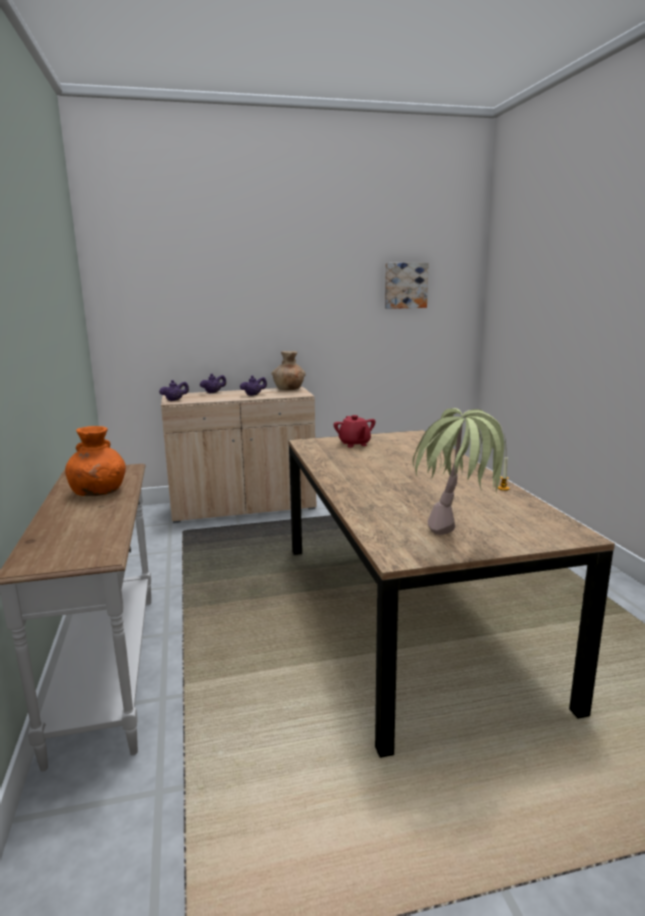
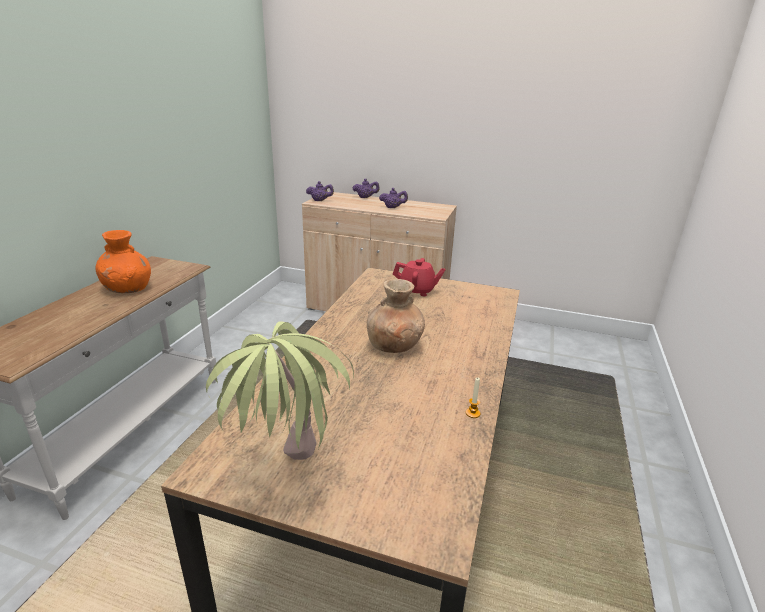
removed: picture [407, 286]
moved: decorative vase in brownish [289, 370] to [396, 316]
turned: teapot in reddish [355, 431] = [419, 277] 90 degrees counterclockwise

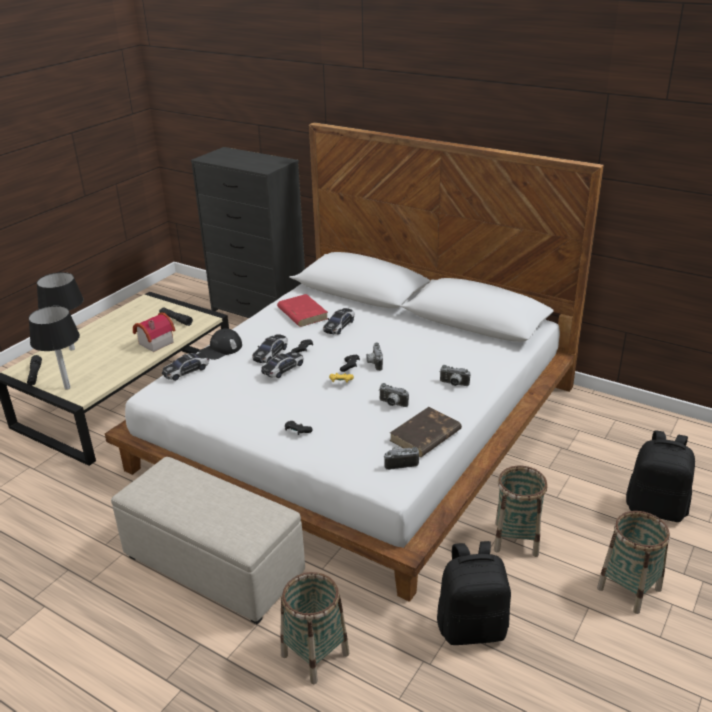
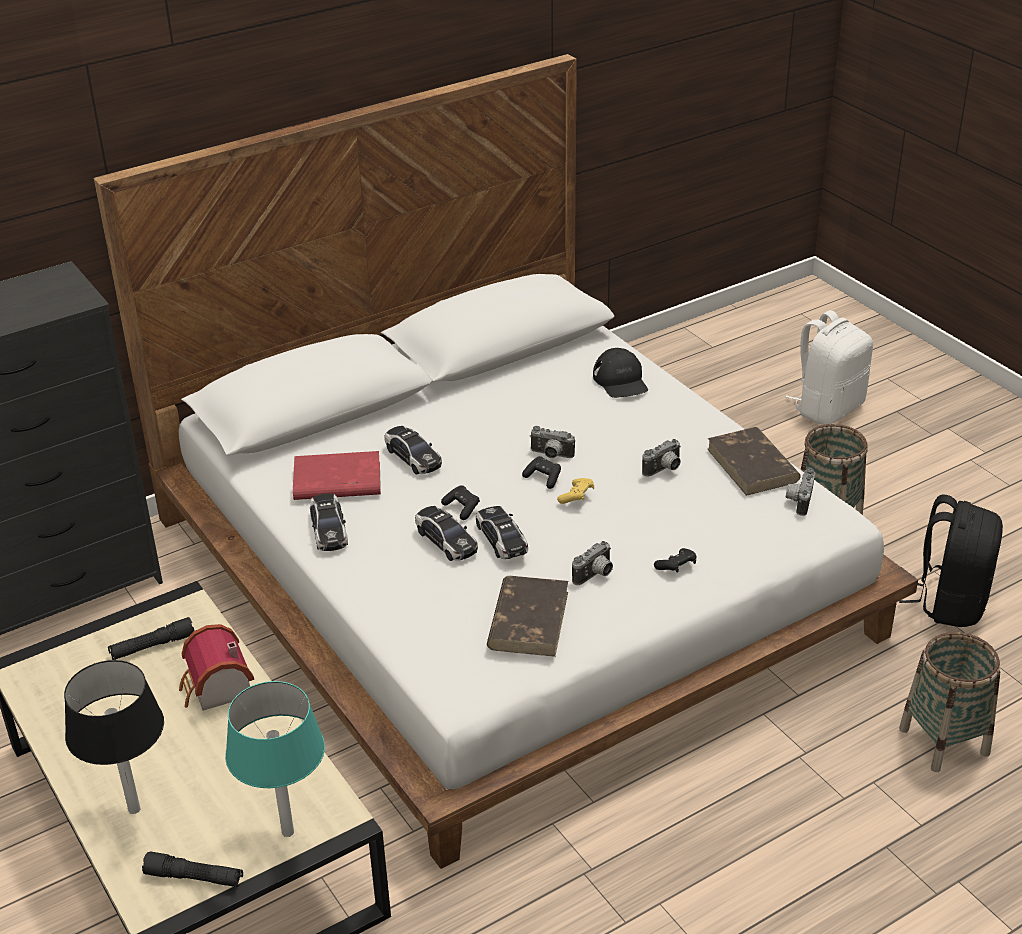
removed: pouffe in sand-coloured [208, 541]; storage basket [633, 562]
added: book in brownish [527, 616]
moved: miniature car [185, 367] to [329, 522]; still camera [455, 375] to [592, 563]; peaked cap in black [220, 344] to [620, 373]
recoloured: table lamp in black [54, 348] to table lamp in turquoise [275, 759]; rucksack in black [660, 476] to rucksack in whitish [829, 367]

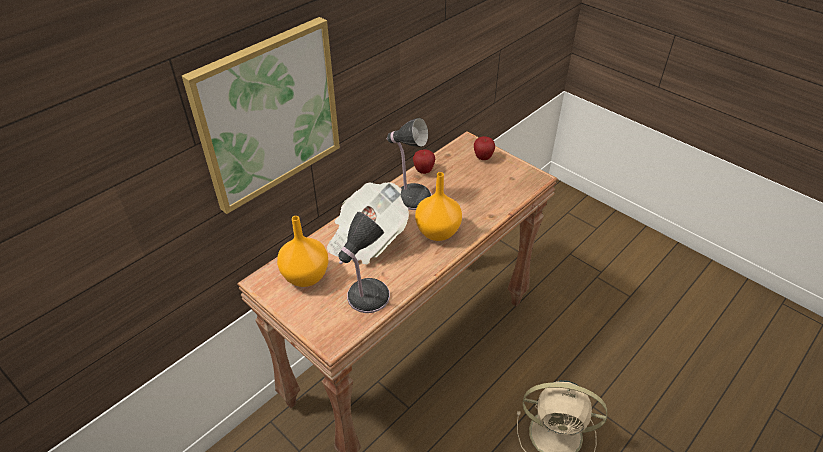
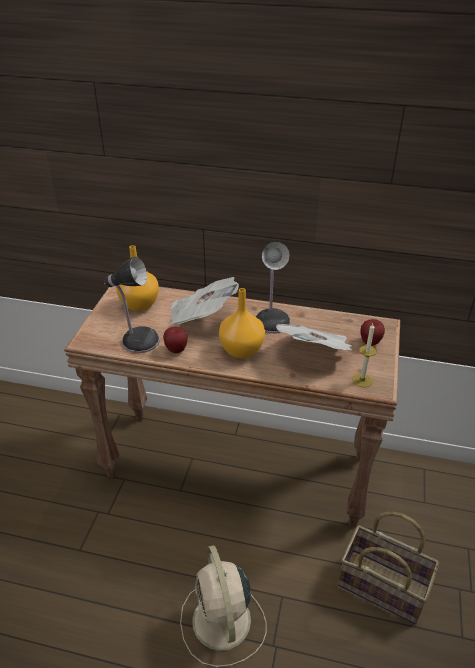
removed: picture [261, 115]
added: newspaper [314, 337]; storage basket [388, 568]; wax candle [365, 355]
moved: apple [424, 161] to [175, 340]

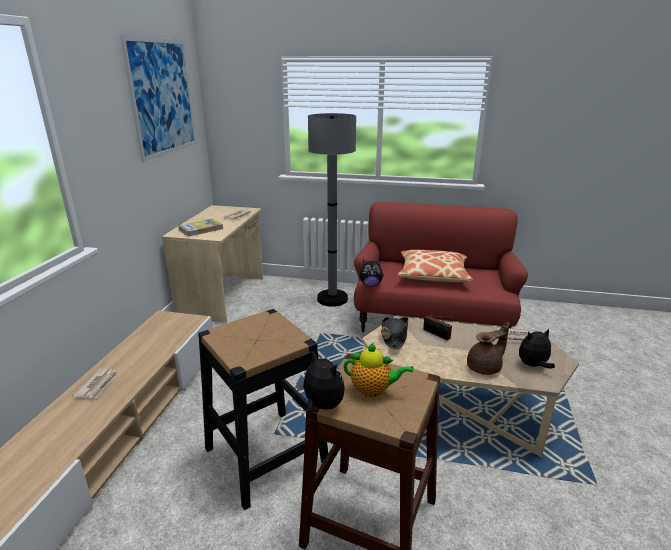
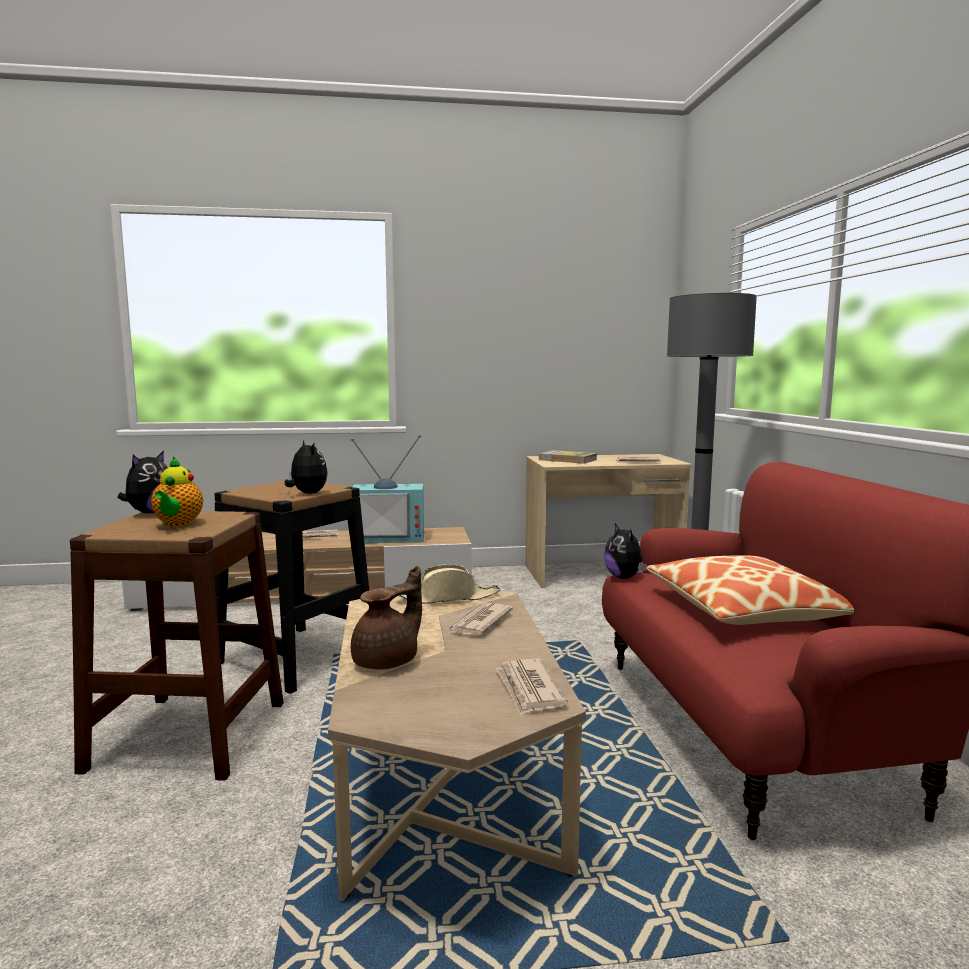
removed: picture [158, 98]
added: TV [387, 488]
moved: cuddly toy [537, 349] to [306, 467]
replaced: radio receiver [439, 327] to newspaper [480, 619]
recoloured: clothing hat in black [394, 333] to clothing hat in sand-coloured [449, 584]
turned: teapot in brownish [488, 348] = [386, 618] 90 degrees counterclockwise

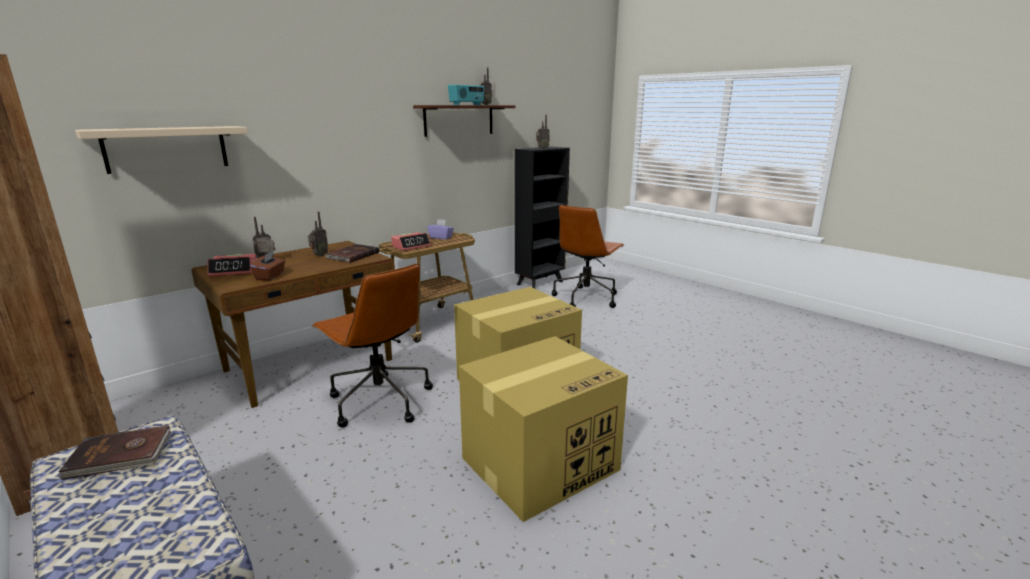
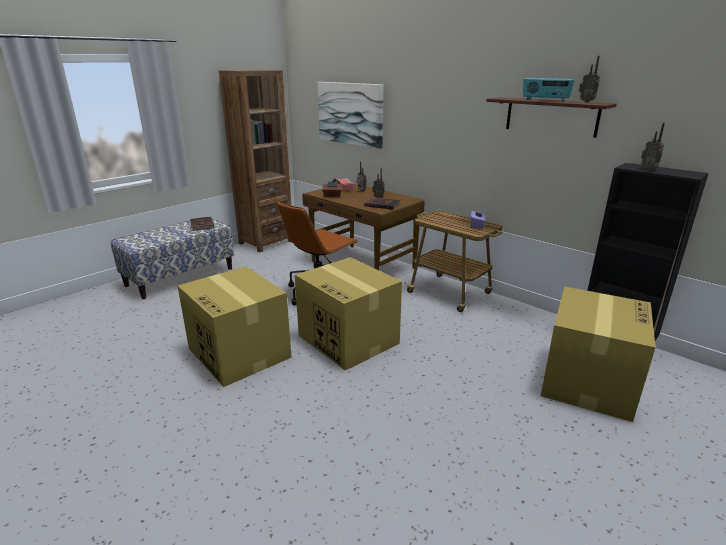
removed: bedside clock [411, 241]
replaced: shelf in sand-coloured [161, 150] to picture [350, 115]; desk chair in brownish [588, 256] to cardboard box [598, 354]

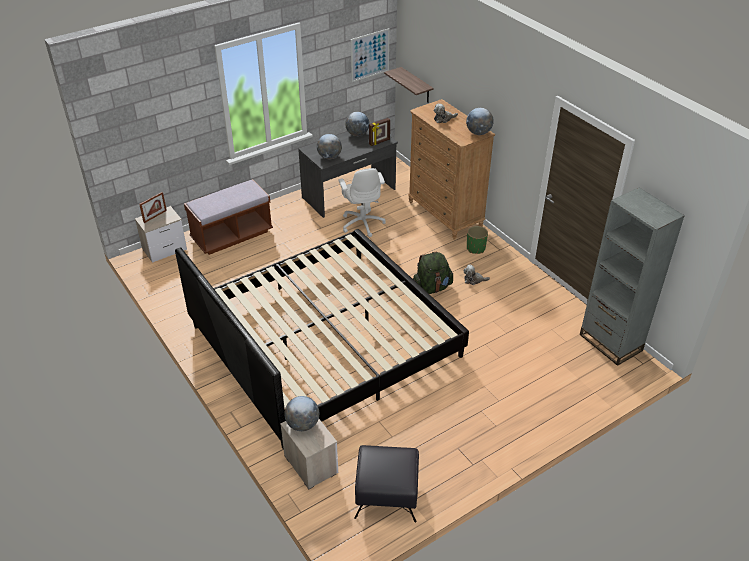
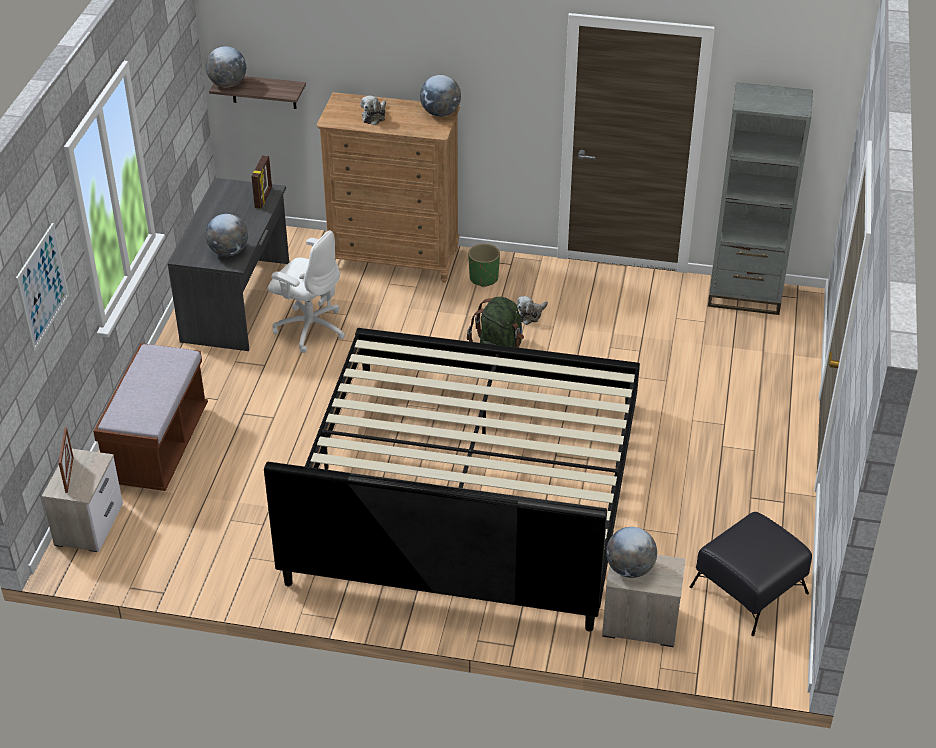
moved: picture [370, 55] to [42, 287]; world globe [357, 124] to [226, 66]

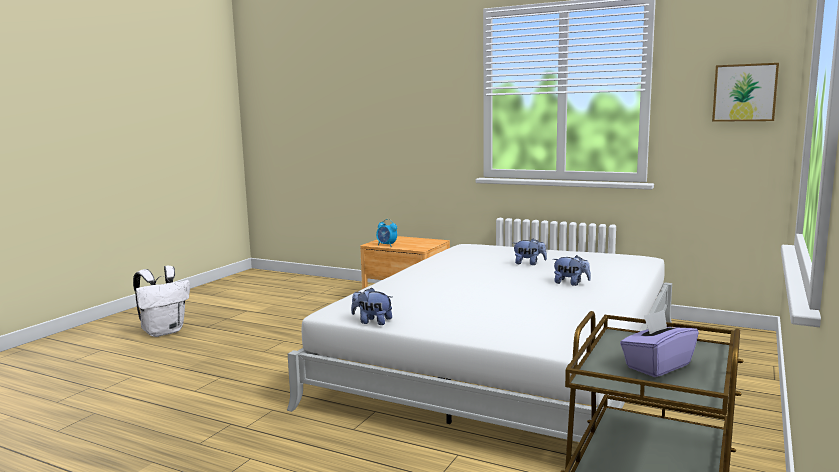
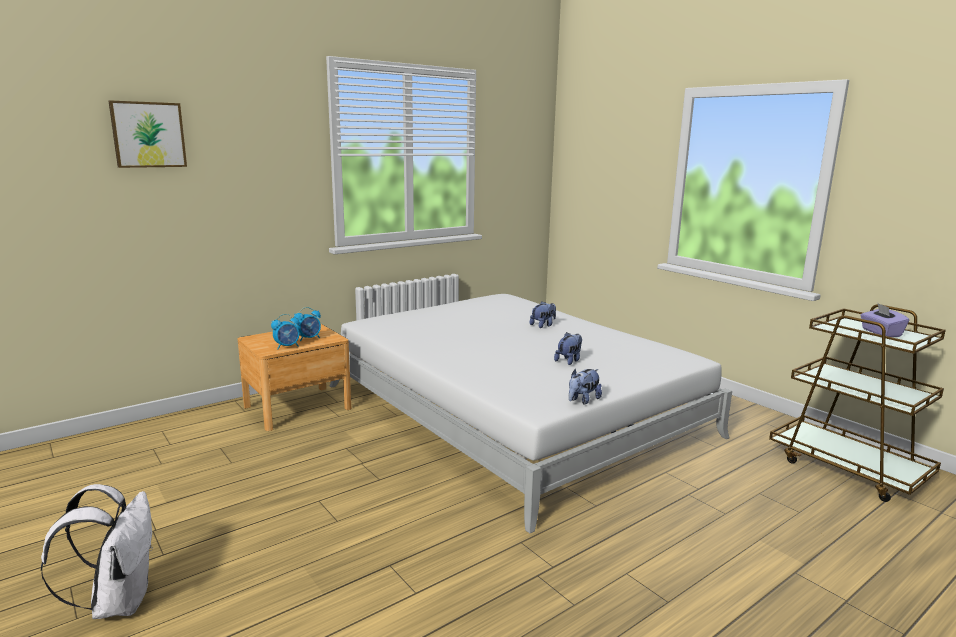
added: bedside clock [307, 324]
moved: picture [745, 92] to [148, 134]; cuddly toy [530, 252] to [568, 348]

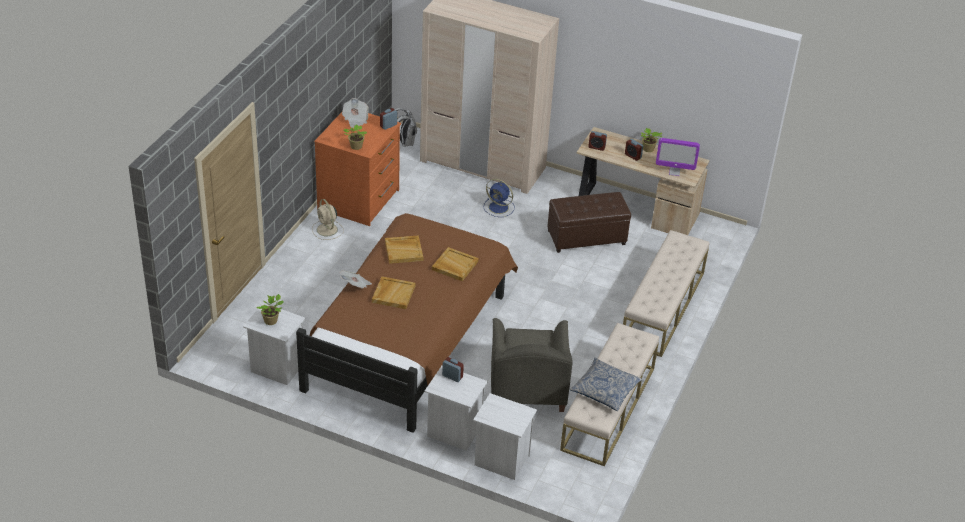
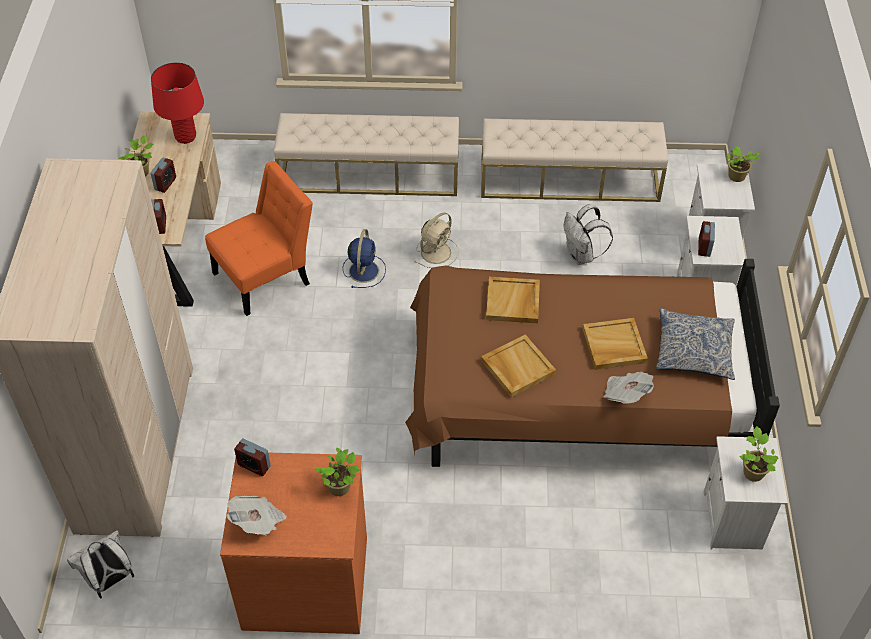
added: plant in a pot [743, 164]
moved: cooling fan in blue [499, 198] to [364, 258]; cooling fan in sand-coloured [328, 219] to [437, 240]; throw pillow [606, 384] to [695, 344]
replaced: monitor [678, 157] to table lamp in reddish [177, 103]; pouffe in brownish [589, 222] to chair in orangey [259, 238]; easy chair in grey [532, 365] to rucksack in whitish [588, 234]

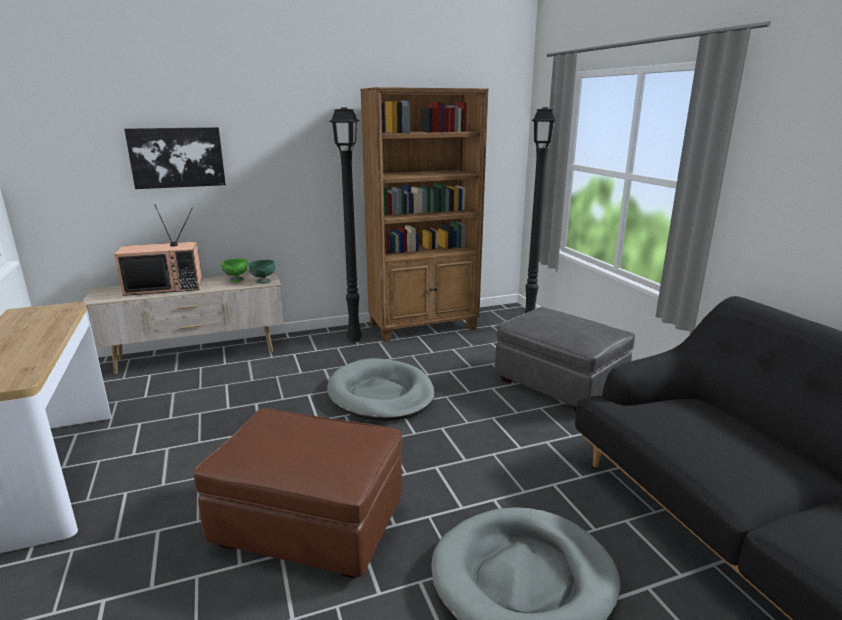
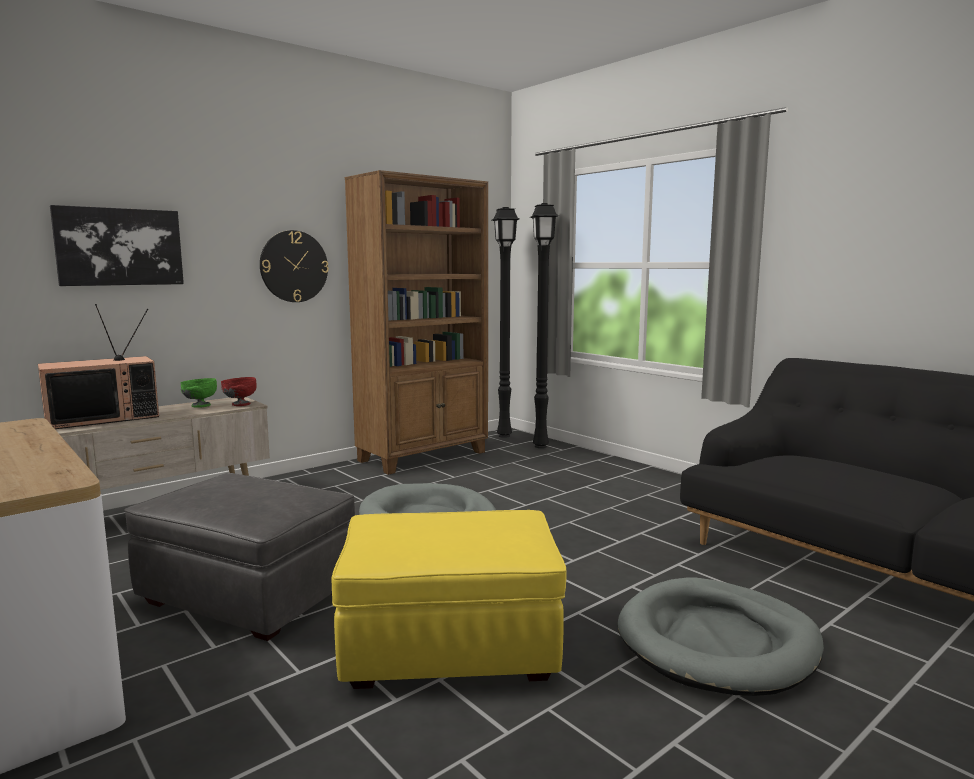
added: clock on the wall [294, 266]
moved: pouffe in grey [565, 359] to [239, 557]; floor lamp in black [345, 224] to [506, 322]
recoloured: deep dish in green-coloured [261, 272] to deep dish in reddish [239, 391]; pouffe in brownish [297, 493] to pouffe in yellowish [449, 599]

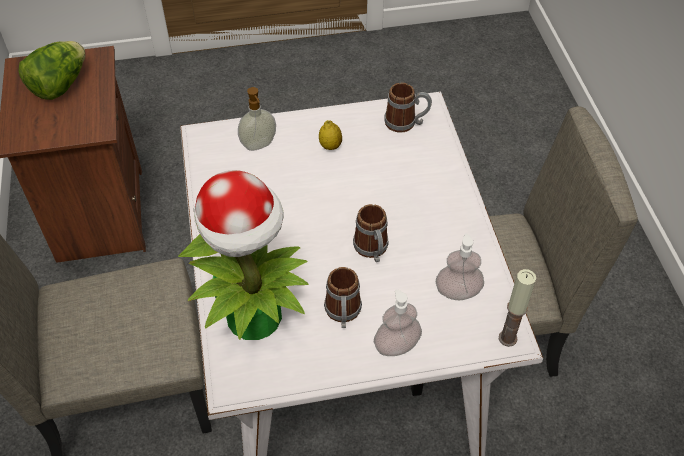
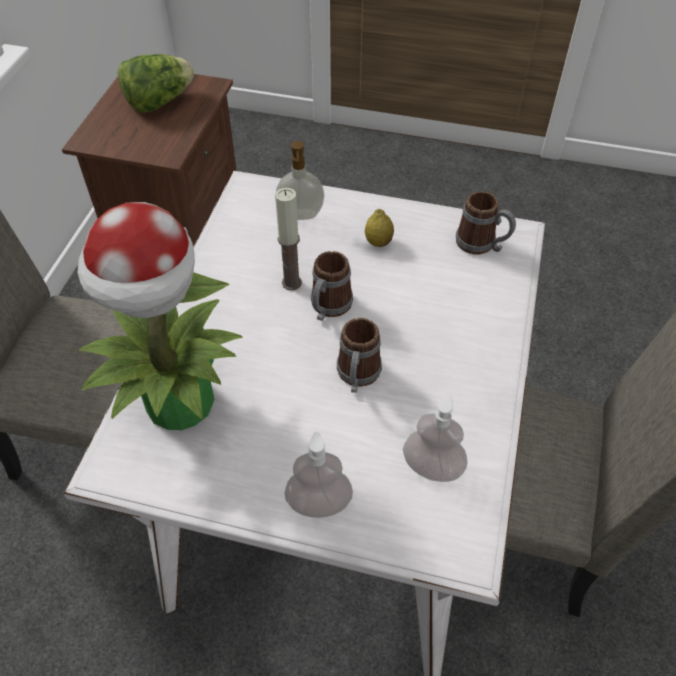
moved: wax candle [517, 308] to [288, 239]; mug [343, 297] to [332, 286]

